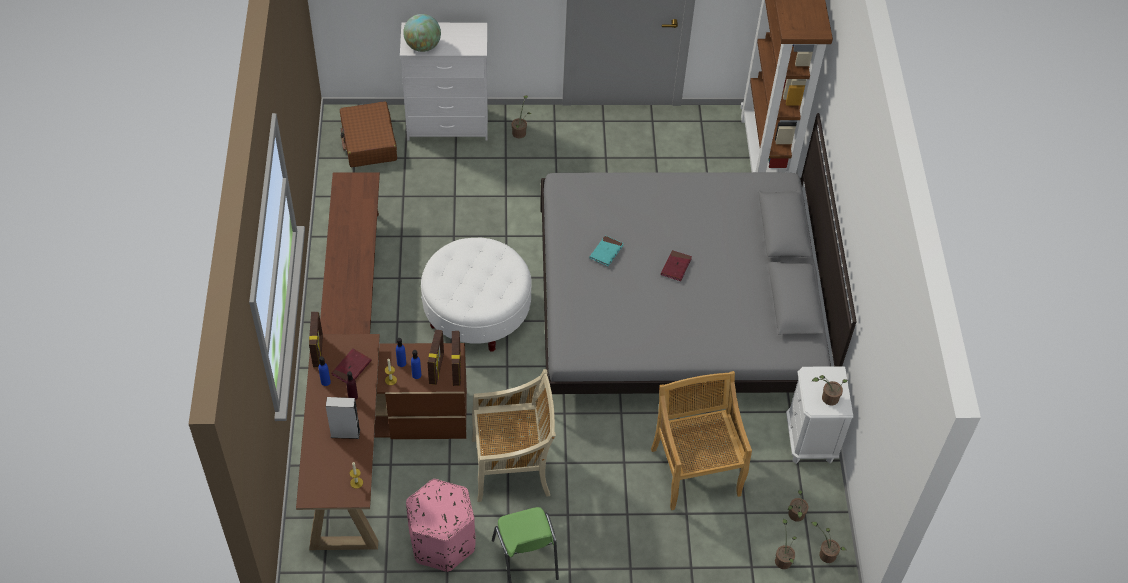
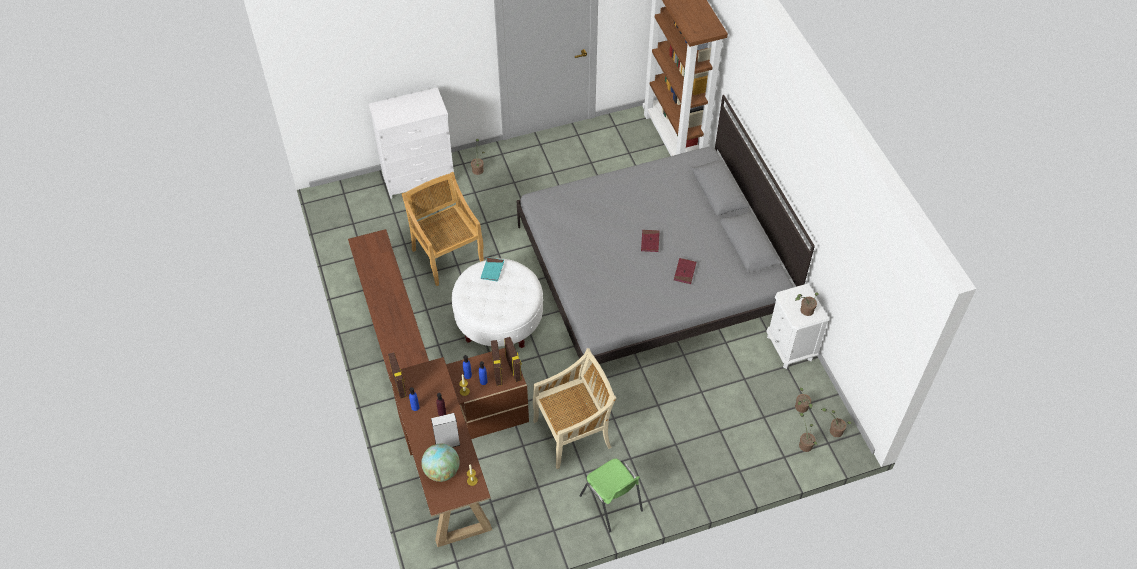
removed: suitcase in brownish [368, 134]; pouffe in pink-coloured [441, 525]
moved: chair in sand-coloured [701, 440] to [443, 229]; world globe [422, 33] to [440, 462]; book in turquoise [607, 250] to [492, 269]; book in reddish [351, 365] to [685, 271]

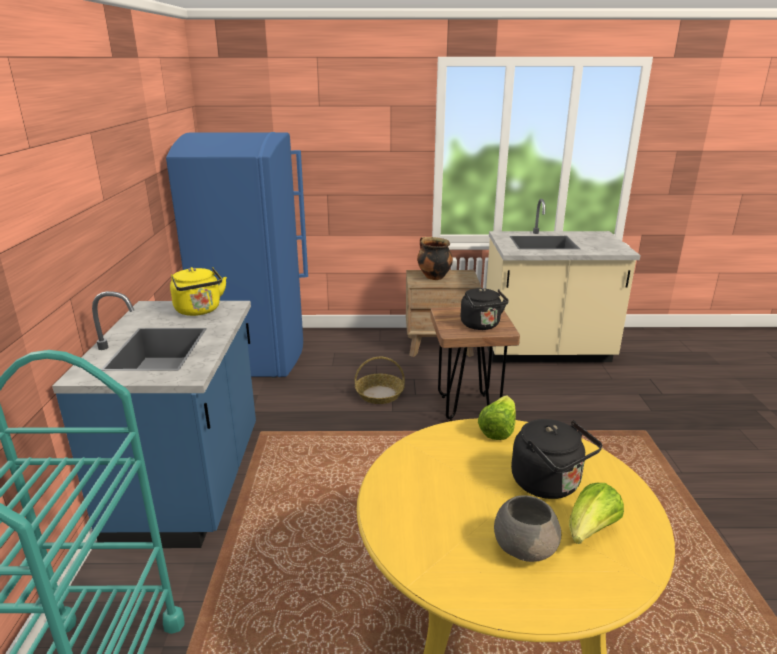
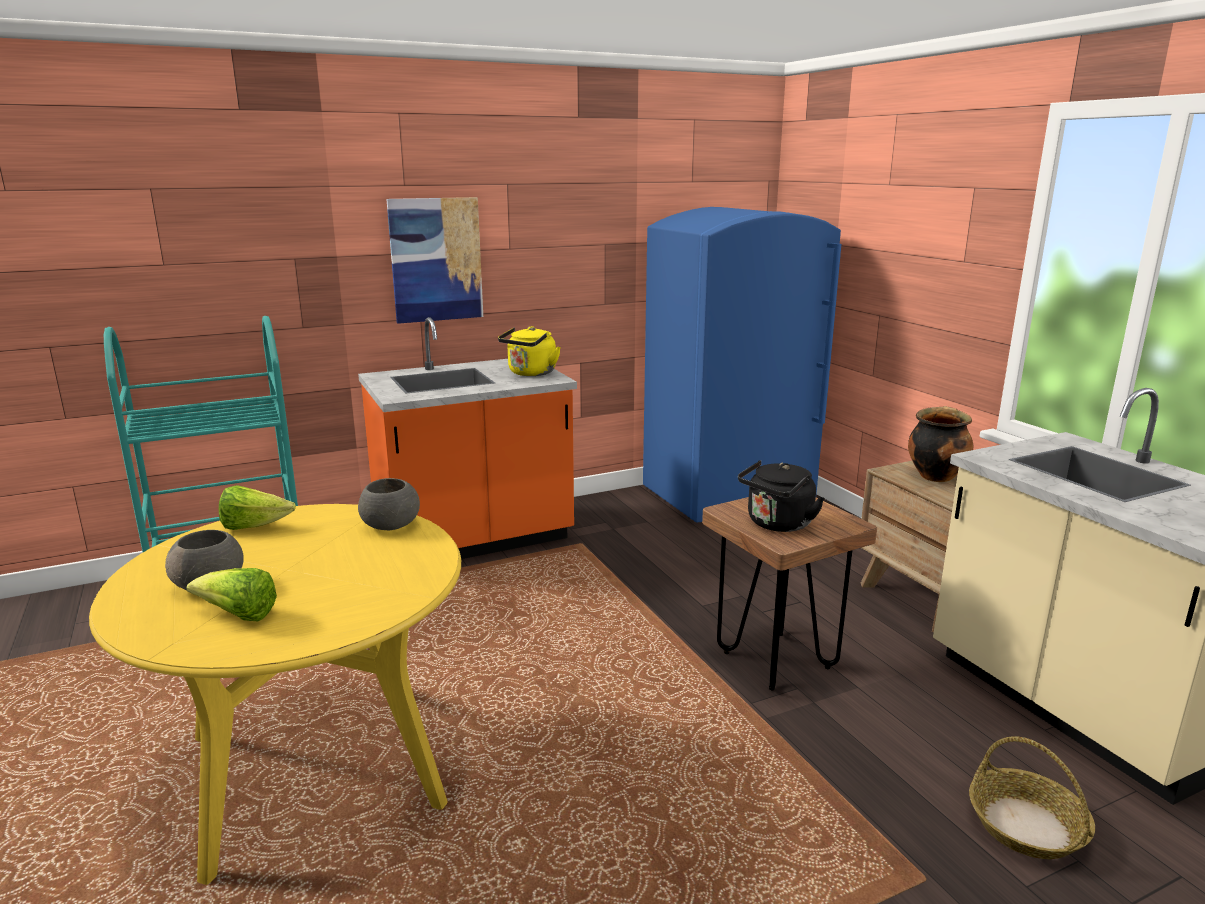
removed: tea kettle in black [556, 459]
added: deep dish in grey [389, 504]; picture [434, 260]
moved: lettuce [497, 417] to [257, 507]; storage basket [380, 380] to [1032, 797]
recoloured: kitchen base unit in blue [154, 419] to kitchen base unit in orangey [467, 438]

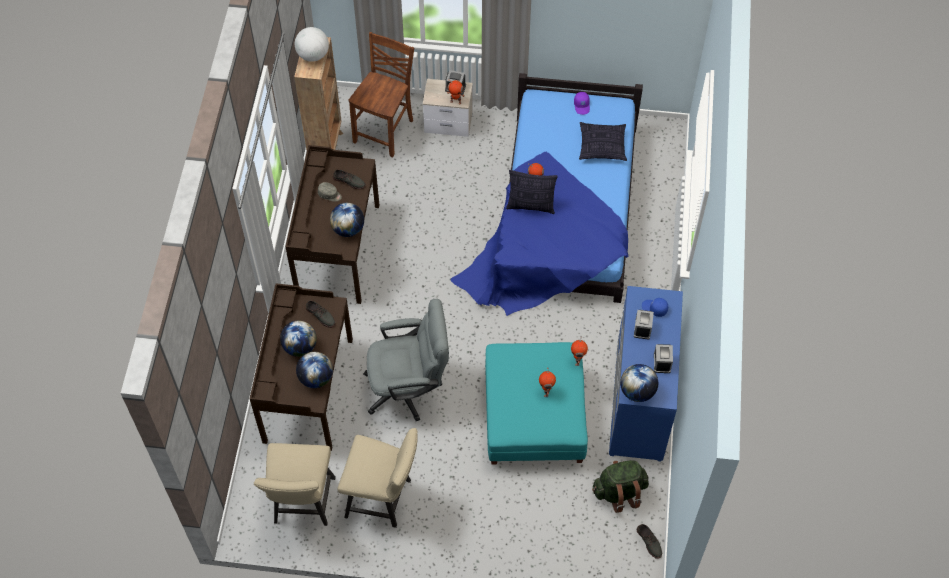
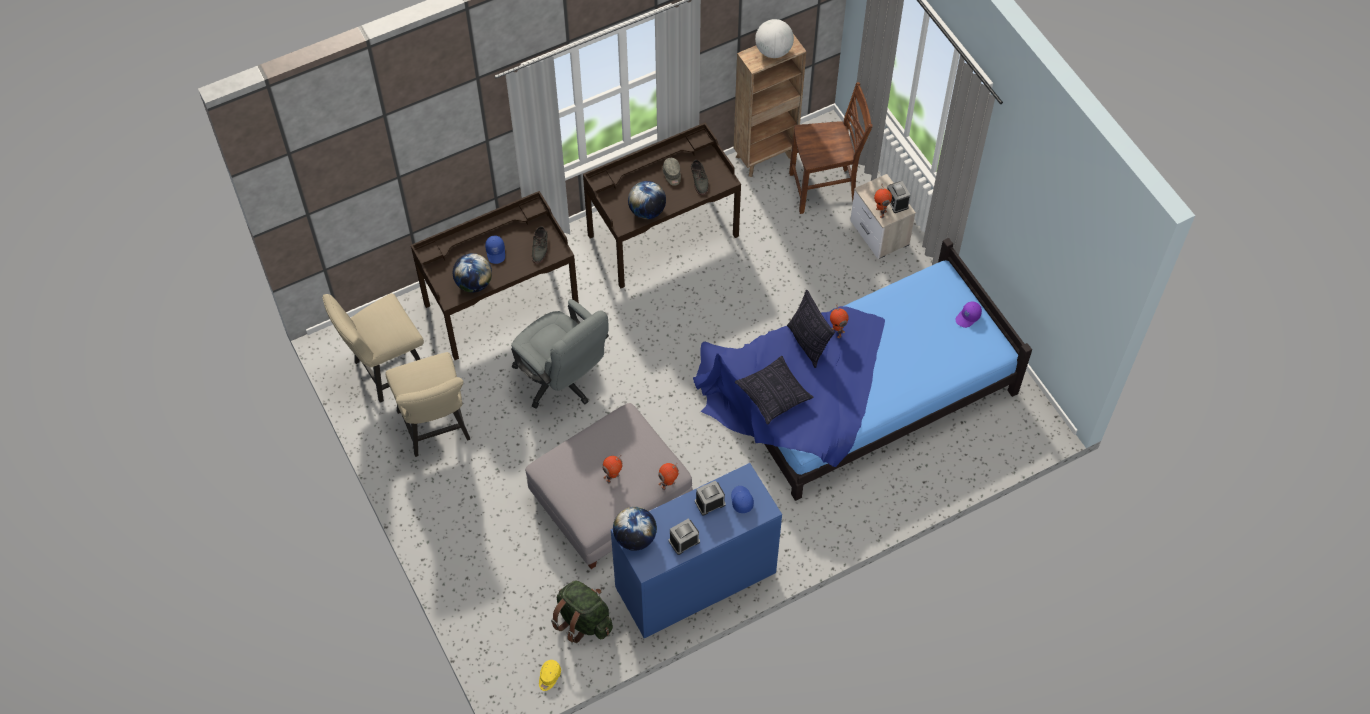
moved: throw pillow [603, 141] to [774, 390]
replaced: world globe [298, 339] to peaked cap in blue [495, 249]; low shoe in grey [649, 541] to peaked cap in yellowish [550, 675]
recoloured: pouffe in turquoise [536, 403] to pouffe in grey [609, 486]

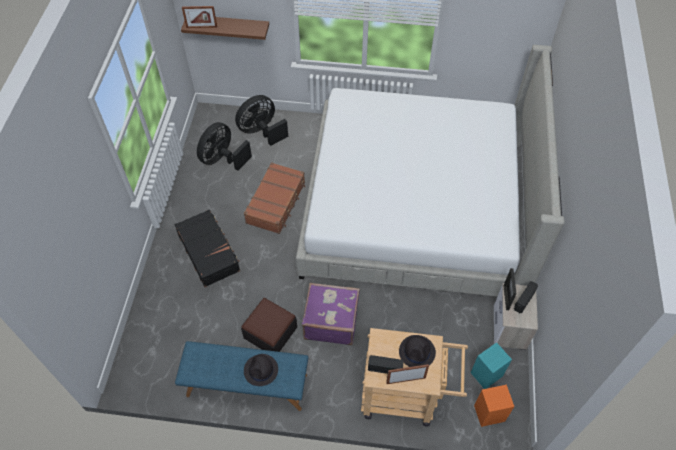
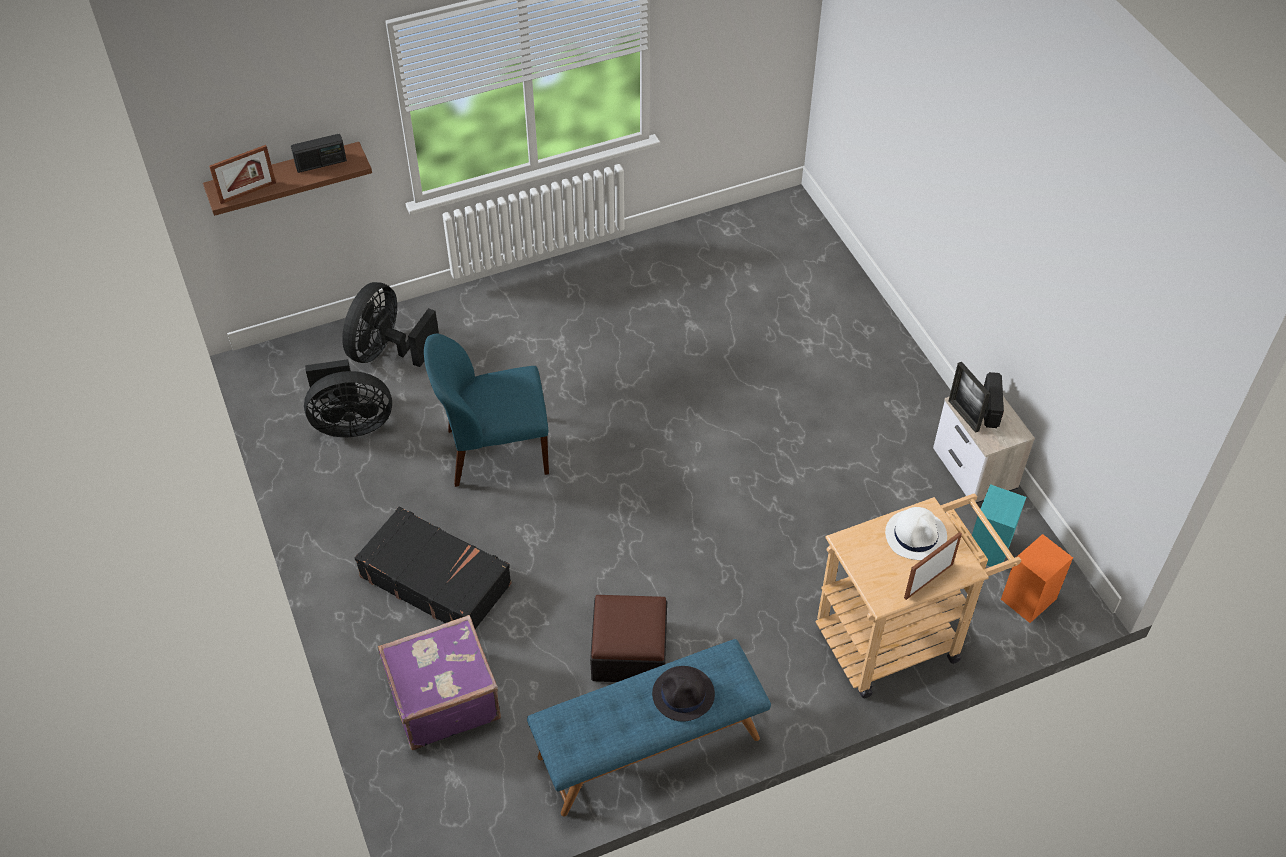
removed: sleeping bed [430, 171]
moved: radio receiver [386, 364] to [319, 153]; suitcase in purplish [331, 314] to [439, 682]
replaced: suitcase in brownish [275, 198] to chair in blue [486, 410]
recoloured: clothing hat in black [417, 351] to clothing hat in whitish [916, 533]
turned: cooling fan in black [224, 146] = [348, 398] 105 degrees counterclockwise

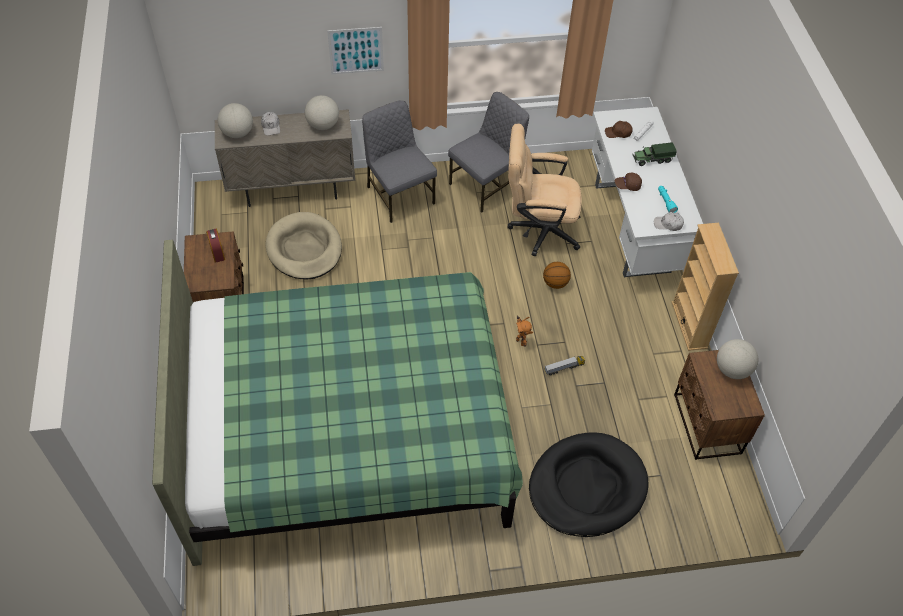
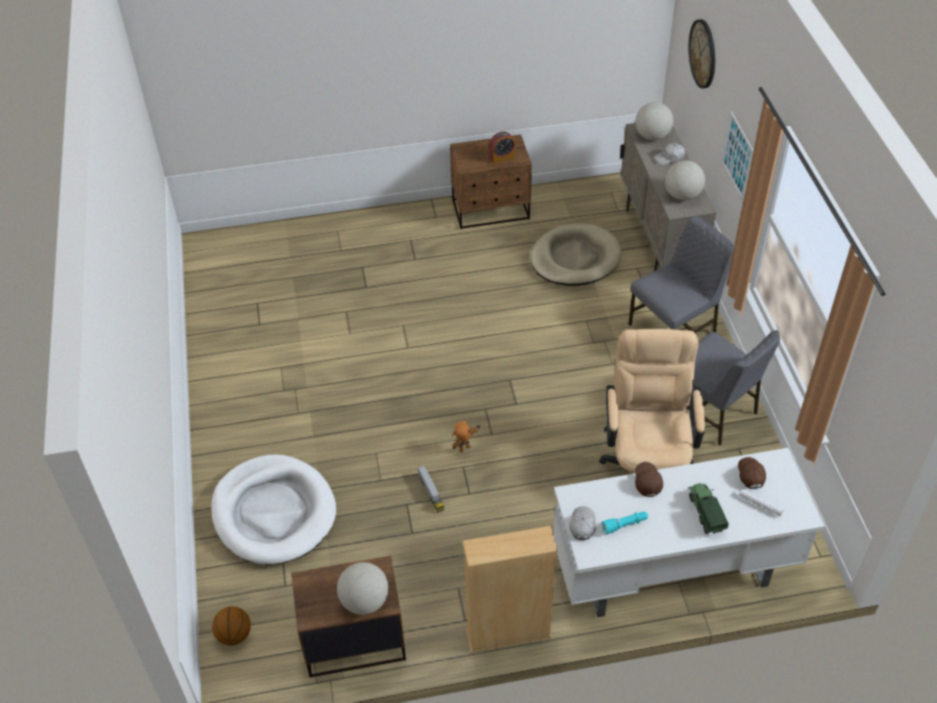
removed: sleeping bed in green-coloured [337, 403]
added: clock on the wall [702, 53]
moved: basketball ball [557, 275] to [231, 625]
recoloured: dog cushion in black [588, 484] to dog cushion in whitish [273, 509]

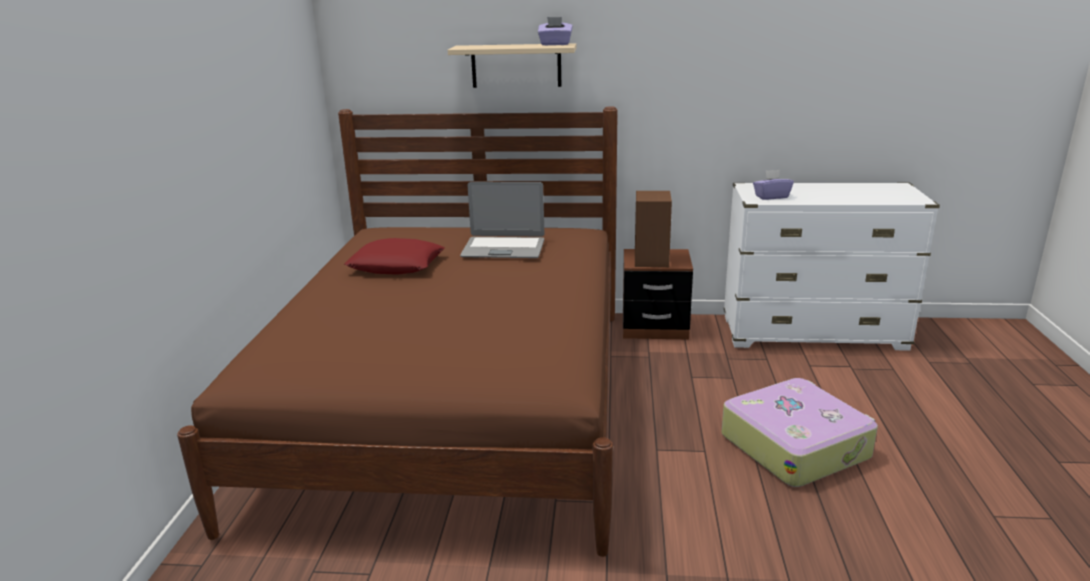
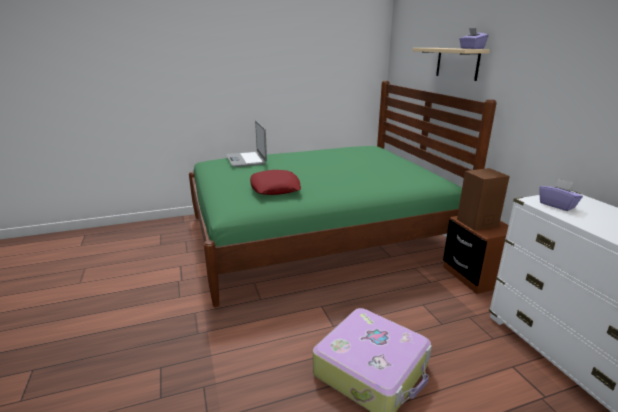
moved: notebook computer [502, 220] to [246, 144]; throw pillow in reddish [394, 256] to [275, 182]
recoloured: sleeping bed in brownish [397, 331] to sleeping bed in green-coloured [343, 193]

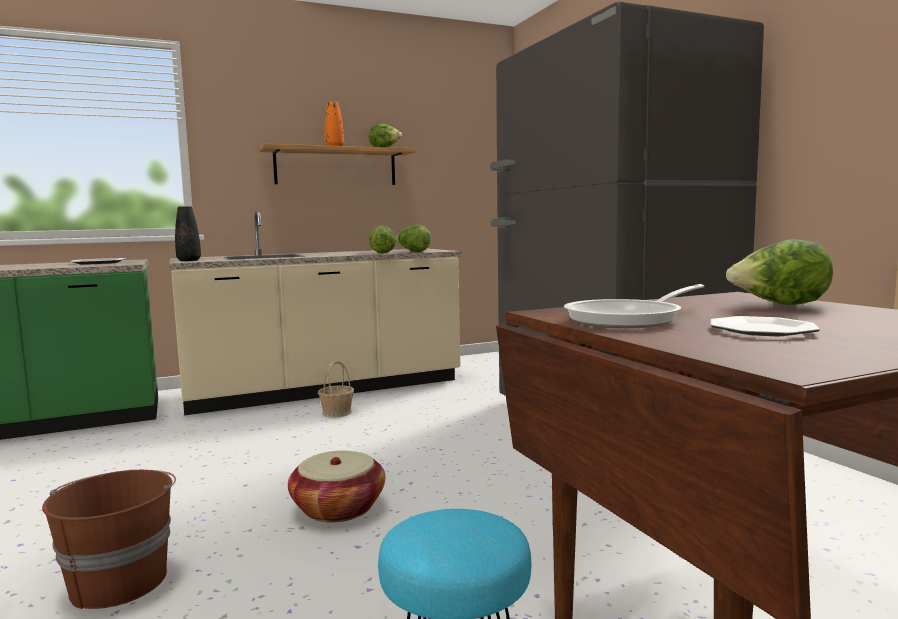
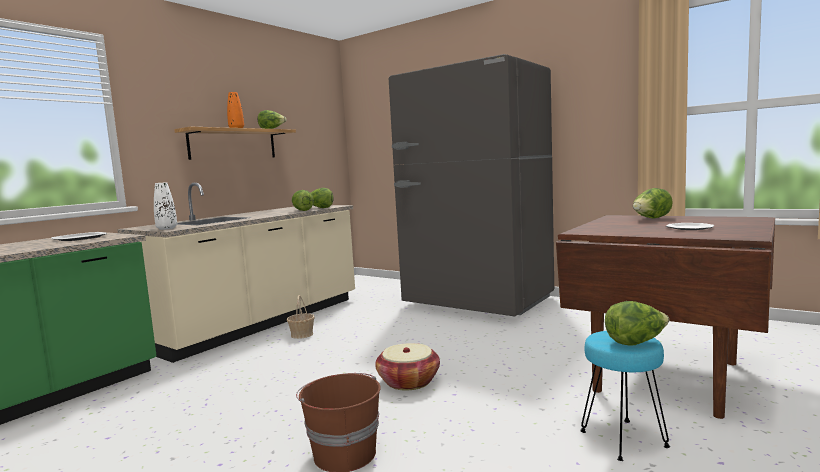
removed: frying pan [634, 306]
added: lettuce [637, 323]
recoloured: decorative vase in black [188, 233] to decorative vase in whitish [165, 206]

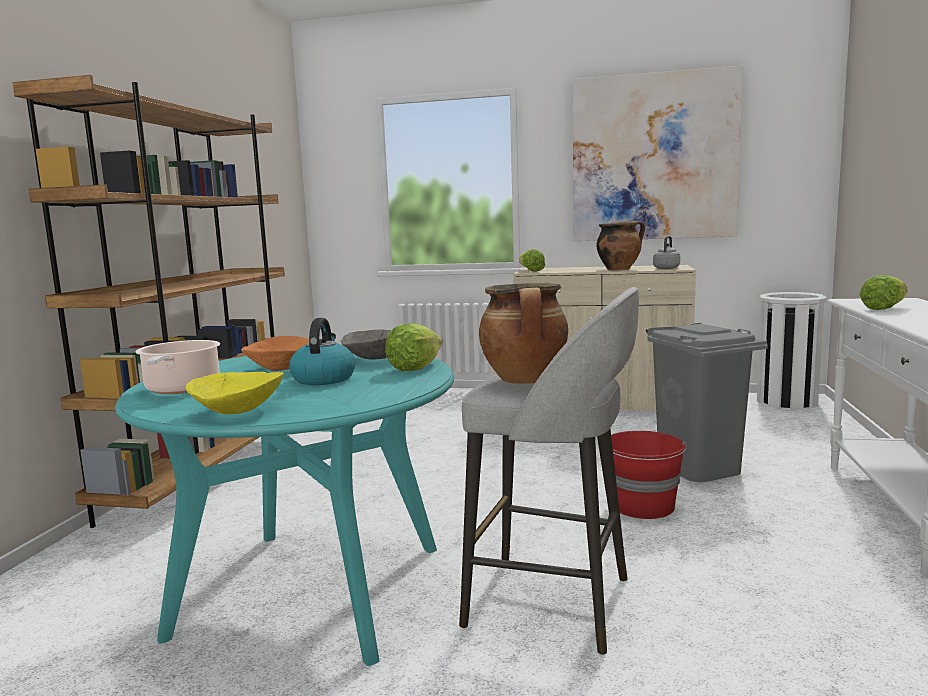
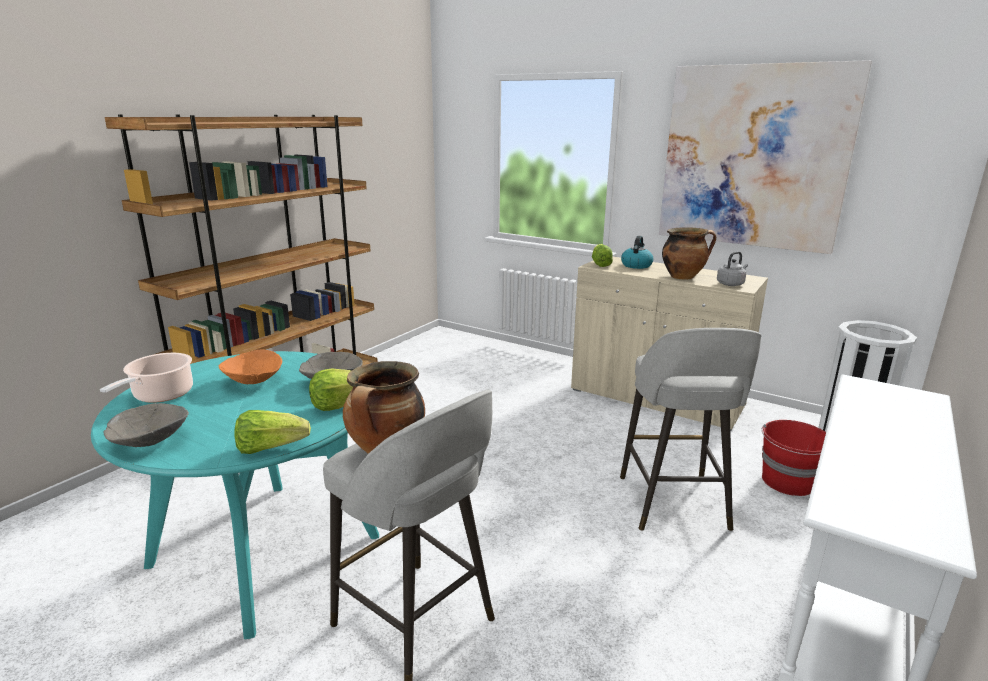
moved: lettuce [883, 292] to [272, 432]; tea kettle [322, 351] to [637, 252]; water bucket in reddish [649, 475] to [794, 458]
replaced: trash can in grey [707, 402] to stool seat in grey [690, 429]
recoloured: deep dish in yellowish [235, 393] to deep dish in grey [146, 425]

